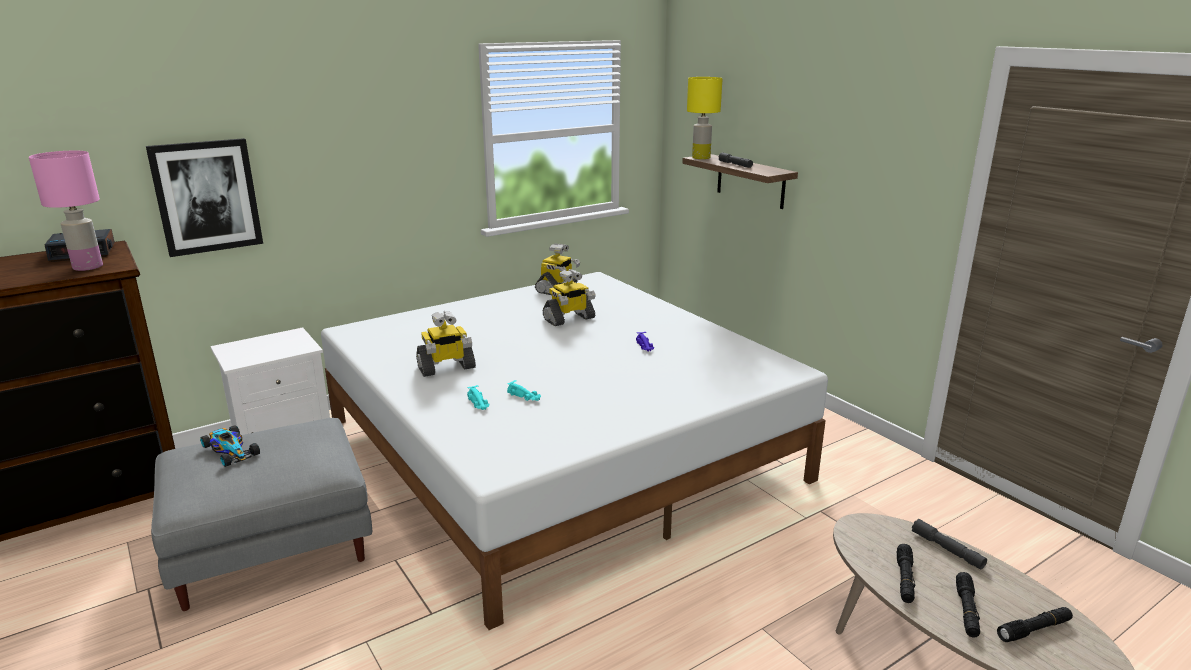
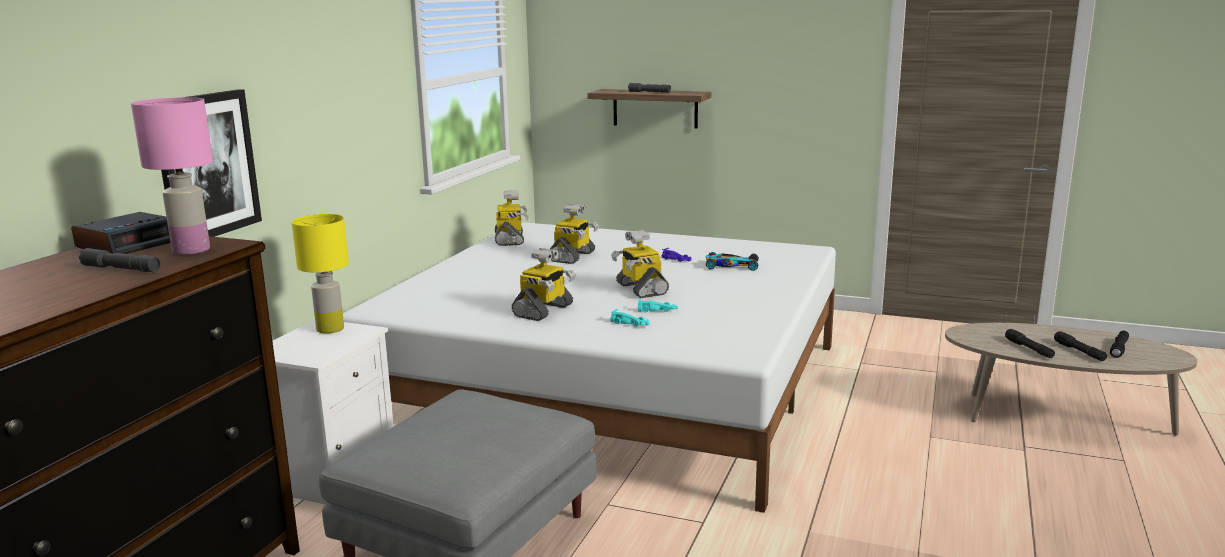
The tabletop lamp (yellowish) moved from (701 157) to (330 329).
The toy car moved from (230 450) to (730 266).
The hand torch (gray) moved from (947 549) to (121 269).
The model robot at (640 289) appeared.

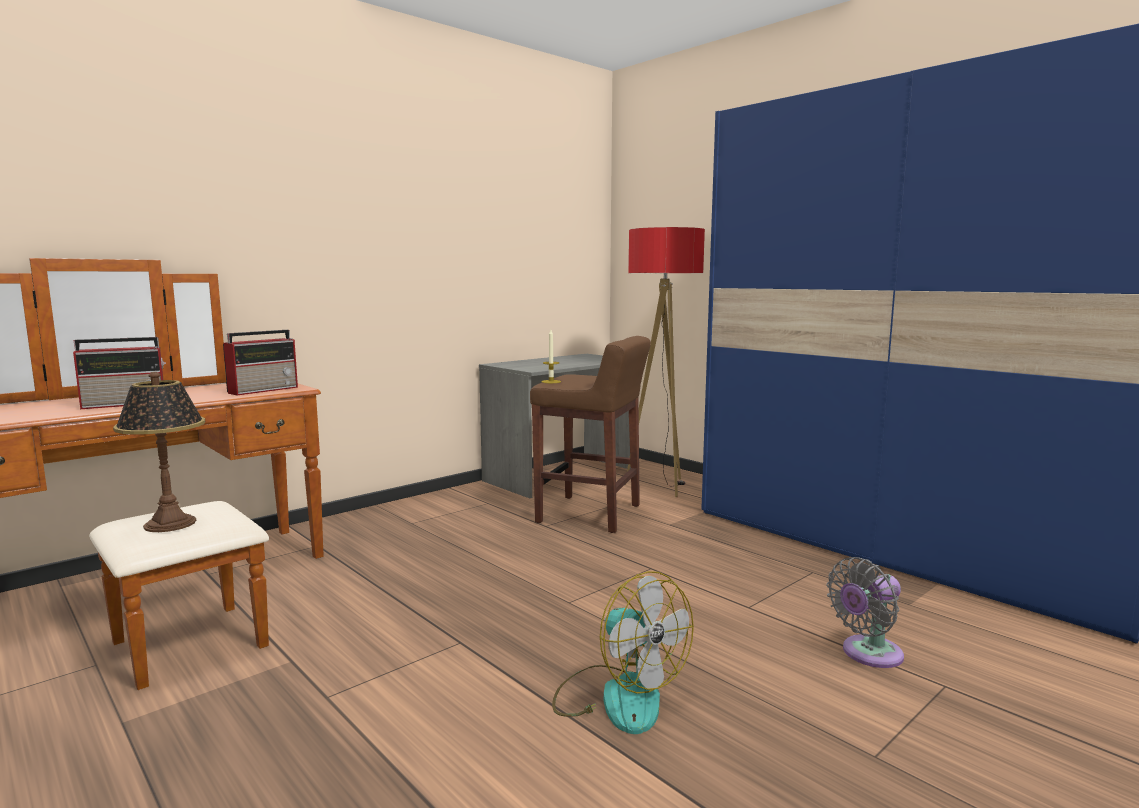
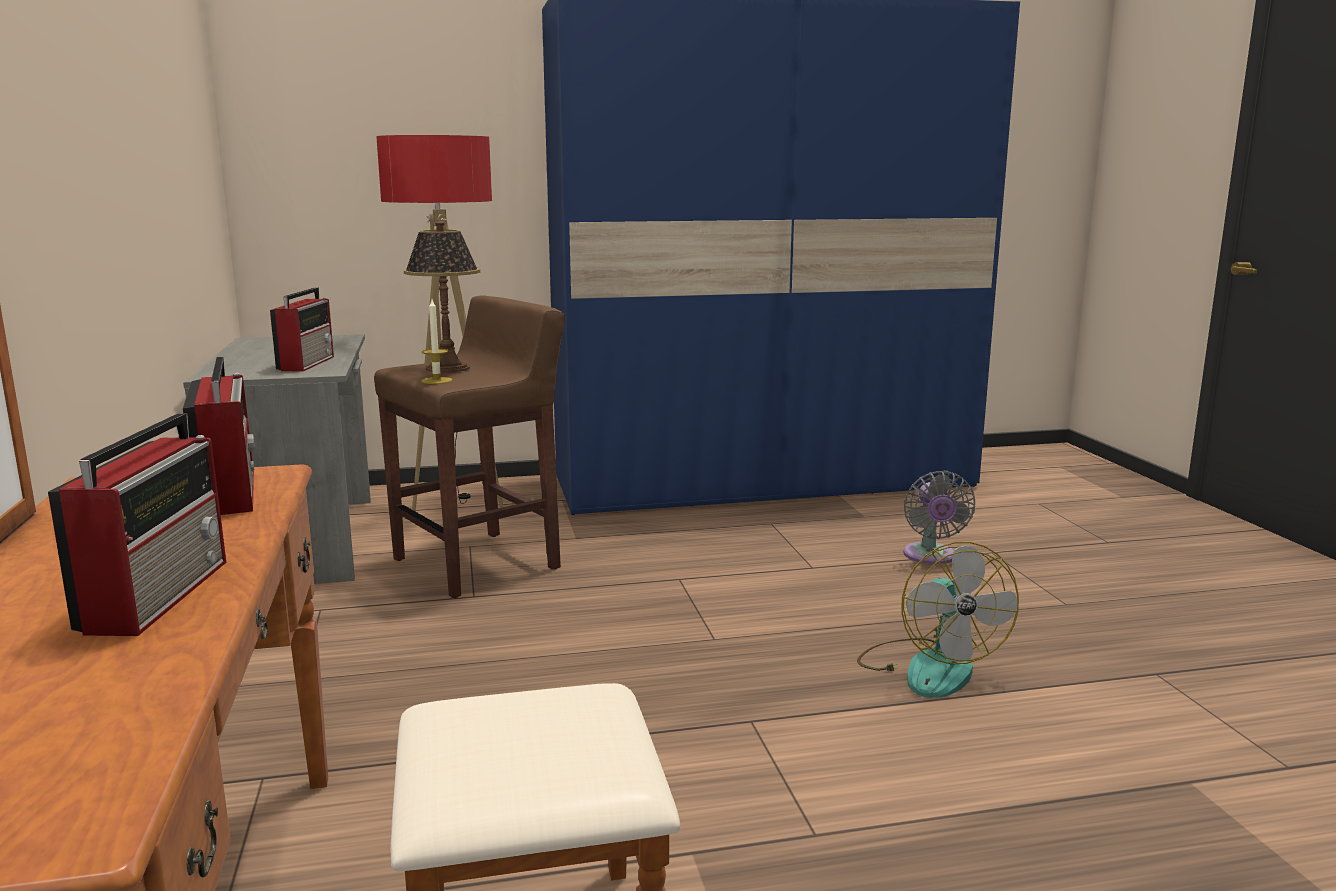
The tabletop lamp moved from (170 523) to (447 368).
The electric fan at (618 696) turned 90 degrees clockwise.
The radio receiver at (307 363) appeared.

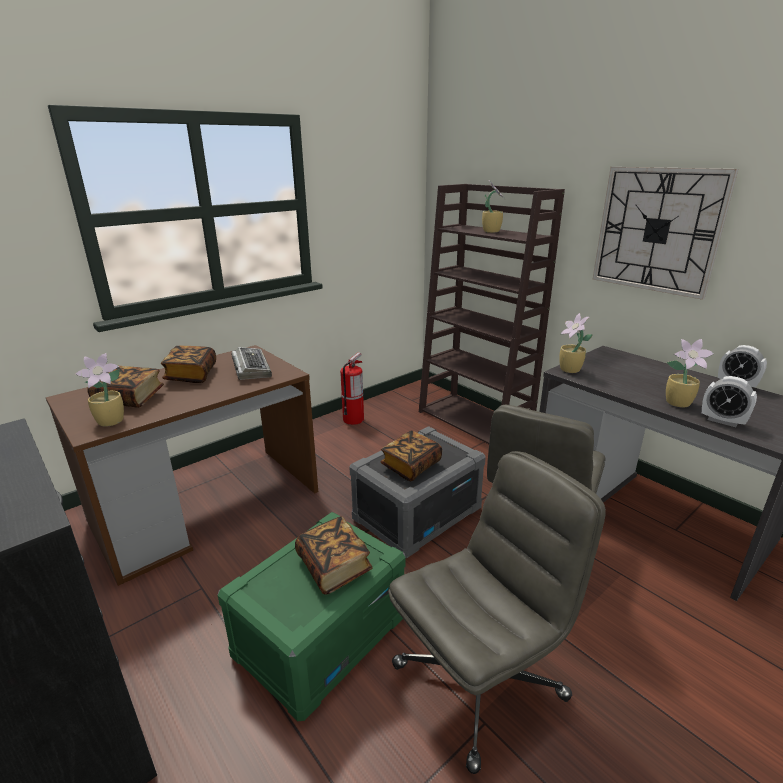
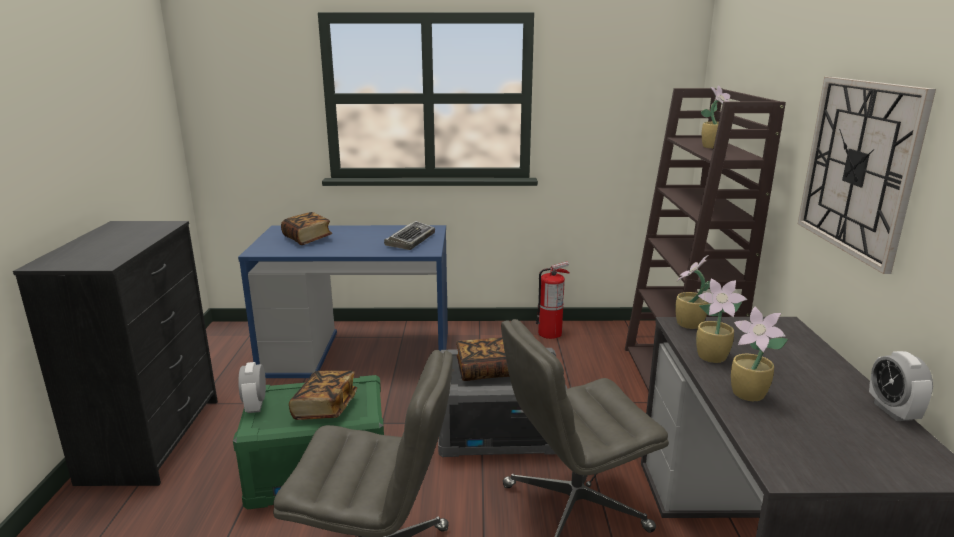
The desk table (brown) at (207 505) became the desk table (blue-coloured) at (359 353).
The book at (191 375) disappeared.
The plant in a pot moved from (112 421) to (713 358).
The table clock moved from (722 421) to (255 405).

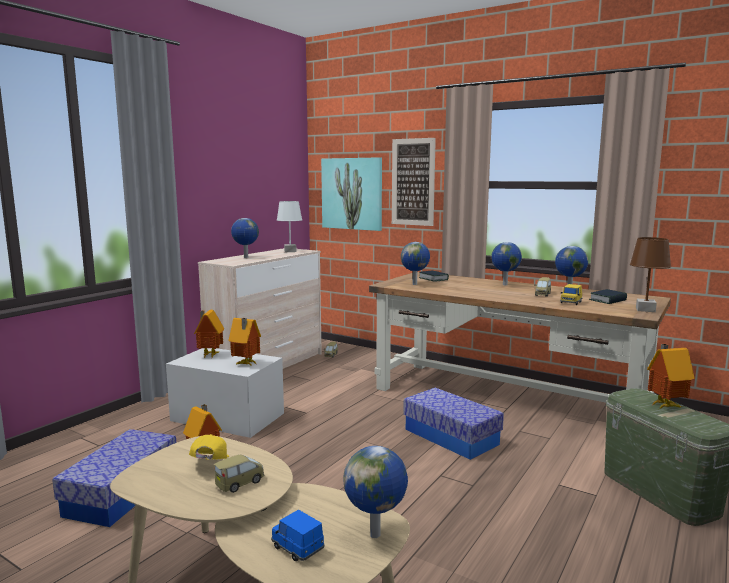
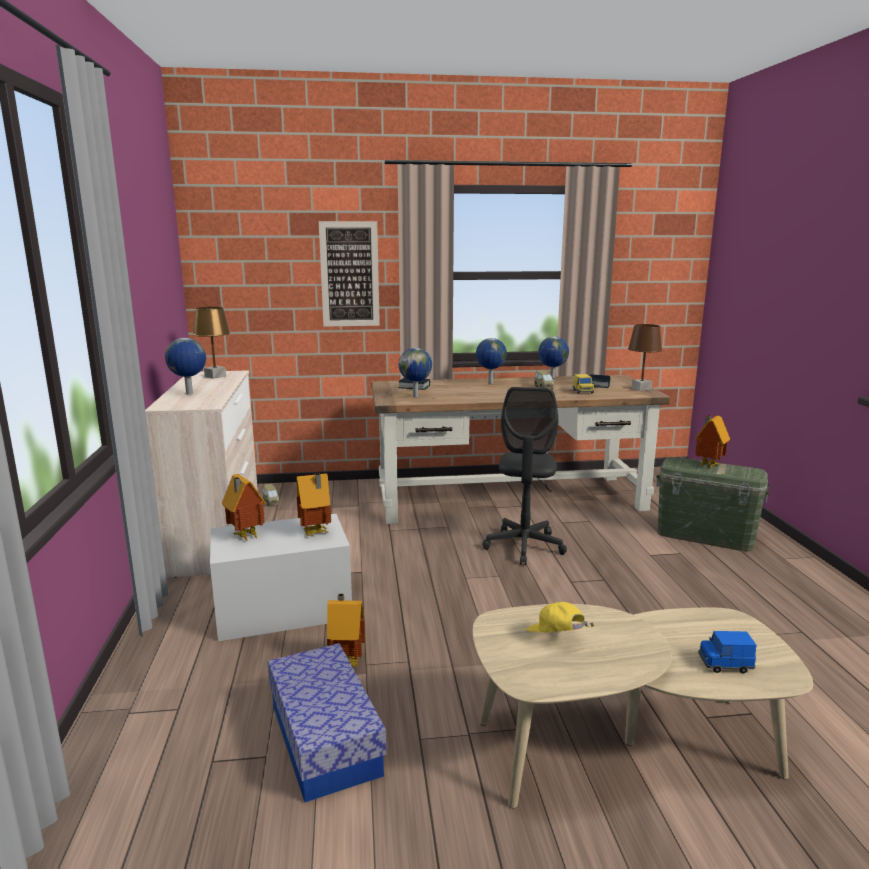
The wall picture at (352 193) disappeared.
The tabletop lamp (whitish) at (290 251) became the tabletop lamp (brown) at (215 376).
The storage container at (451 437) was replaced by the computer chair (gray) at (524 546).
The world globe at (376 535) disappeared.
The toy car at (240 483) disappeared.

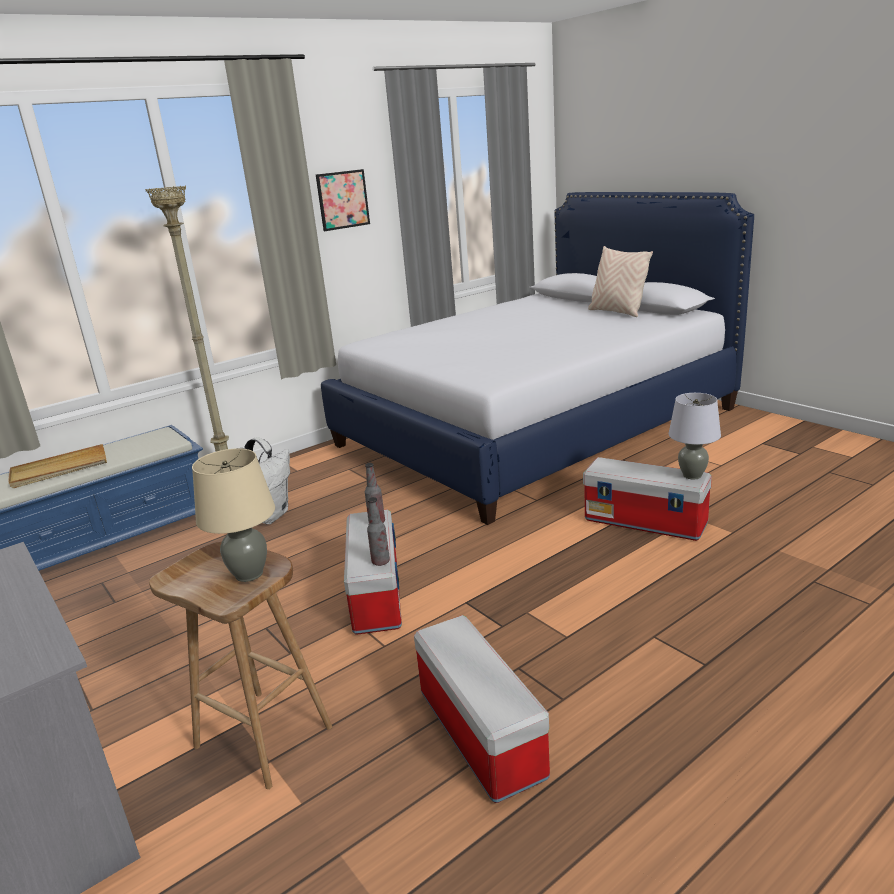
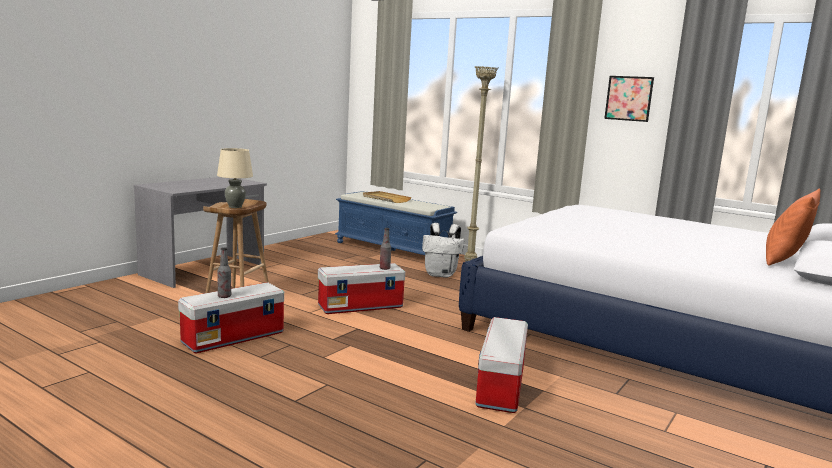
The pillow (beige) at (617 312) became the pillow (orange-coloured) at (784 261).
The tabletop lamp (gray) at (692 475) disappeared.
The beverage bottle moved from (380 562) to (224 296).

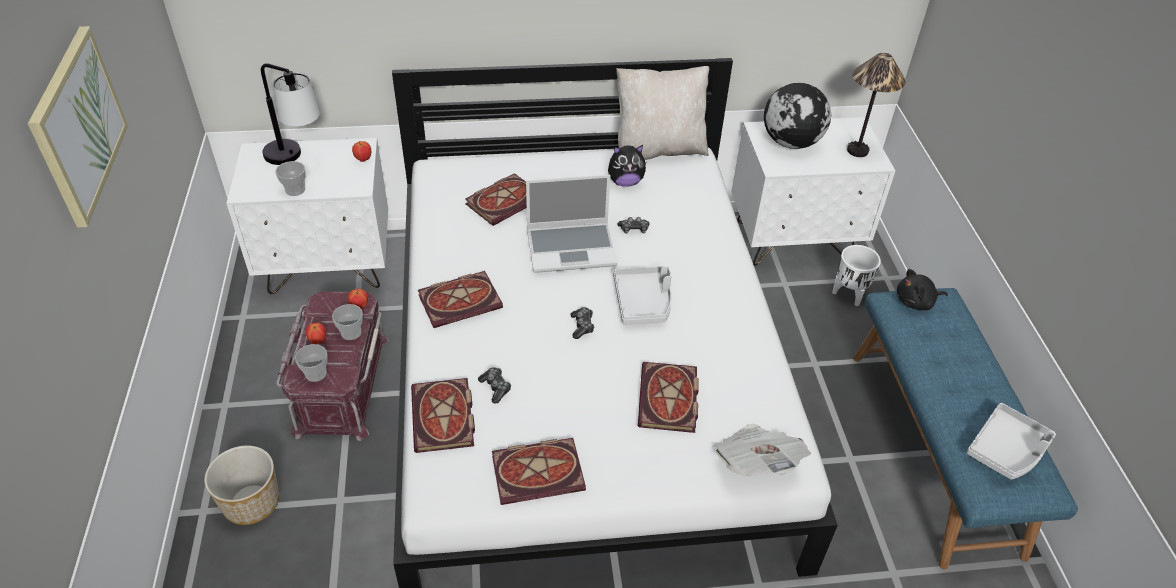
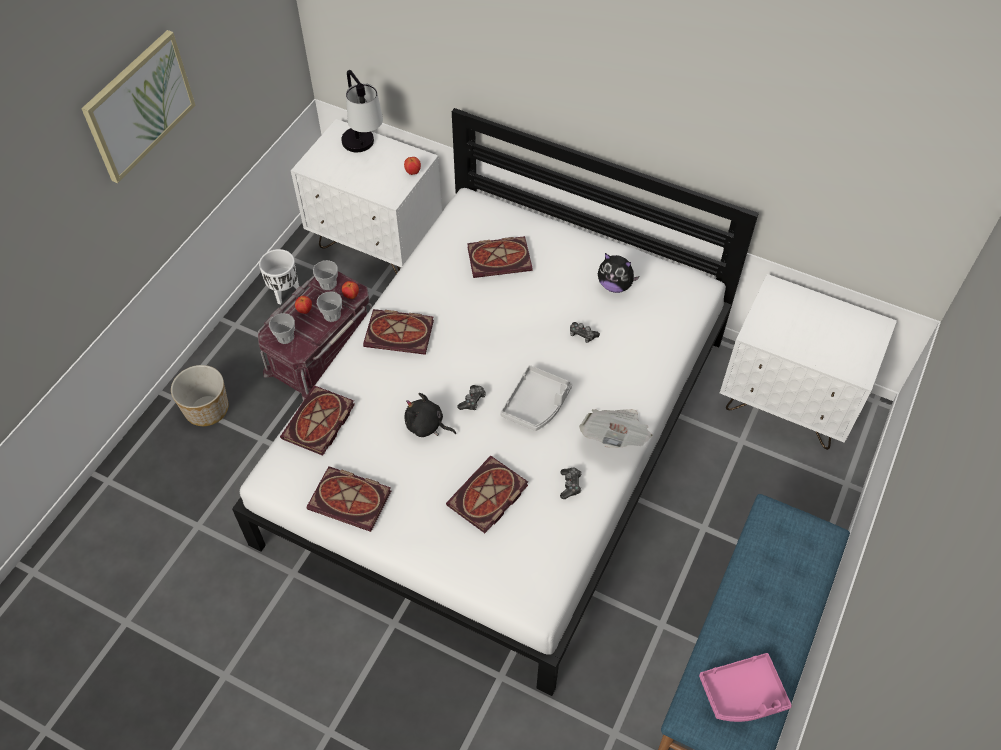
The tabletop lamp at (857 151) disappeared.
The pillow (beige) at (659 149) disappeared.
The world globe at (791 143) disappeared.
The small cup moved from (295 190) to (328 284).
The notebook computer at (572 248) disappeared.
The flower pot (whitish) moved from (849 294) to (285 293).
The soft toy (black-coloured) moved from (916 302) to (426 426).
The gamepad moved from (495 388) to (570 485).
The tray (gray) at (1007 450) became the tray (pink-coloured) at (743 694).
The daily paper moved from (756 463) to (615 437).

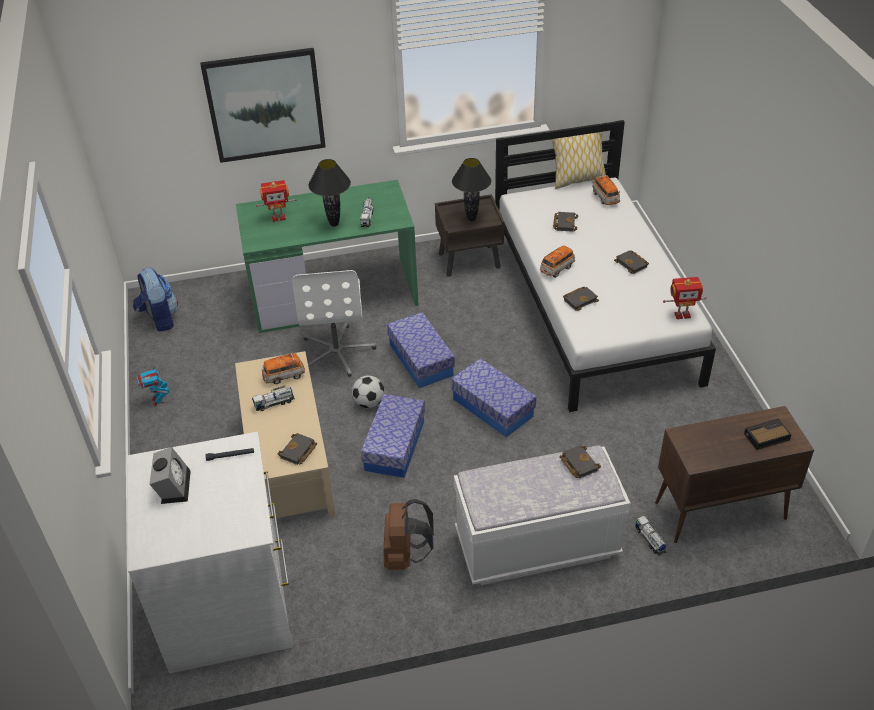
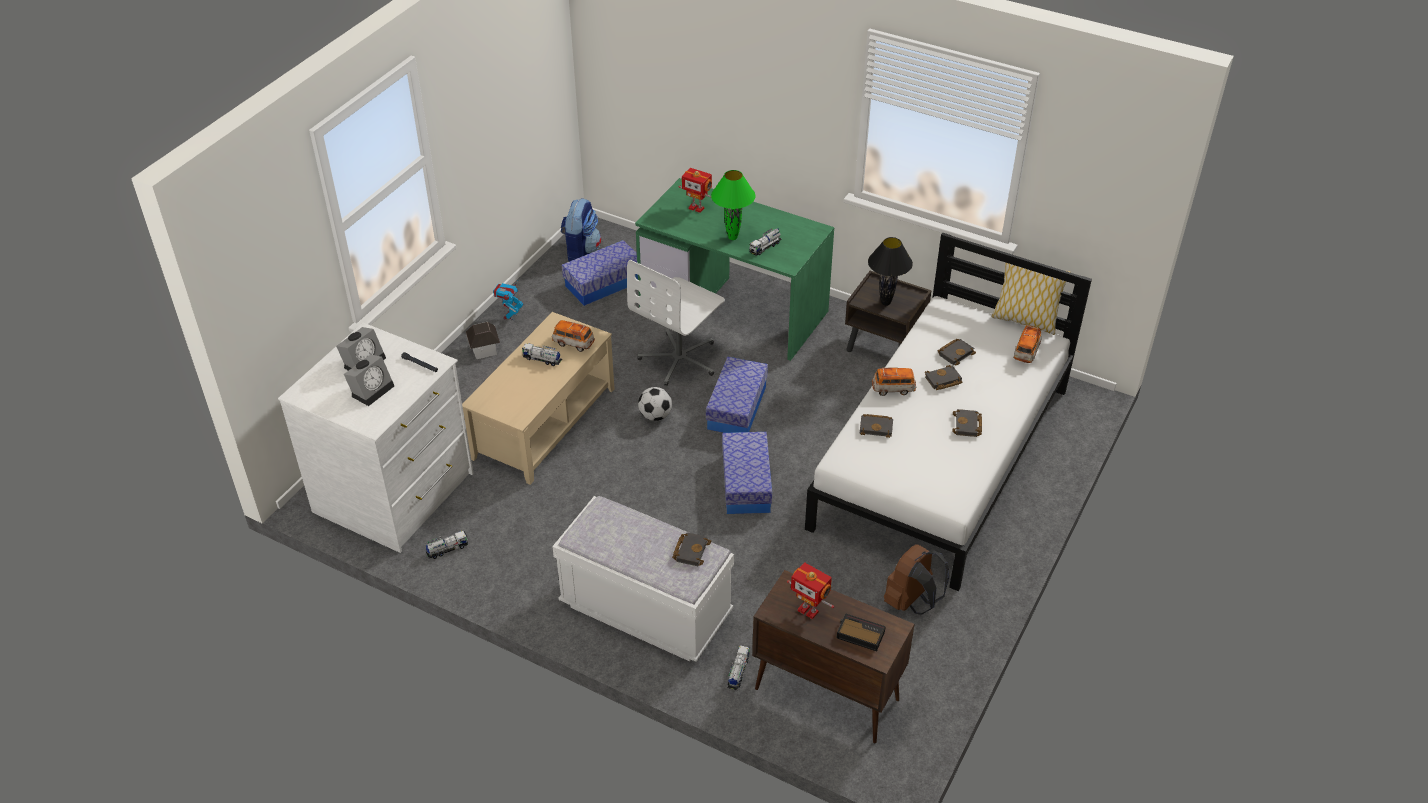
The wall picture at (265 105) disappeared.
The tabletop lamp (black-coloured) at (334 224) became the tabletop lamp (greenish) at (732 238).
The model robot moved from (682 315) to (809 610).
The storage container moved from (395 446) to (604 283).
The book (black-coloured) moved from (298 452) to (942 381).
The knapsack (brown) moved from (405 555) to (912 602).
The toy house at (484 349) appeared.
The table clock at (372 389) appeared.
The toy truck at (447 549) appeared.

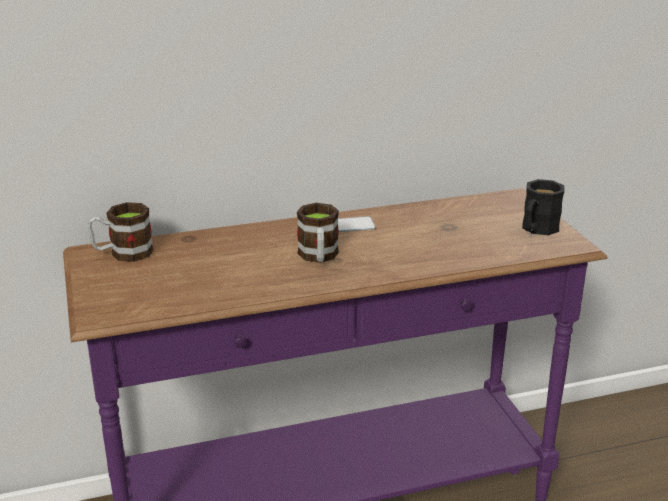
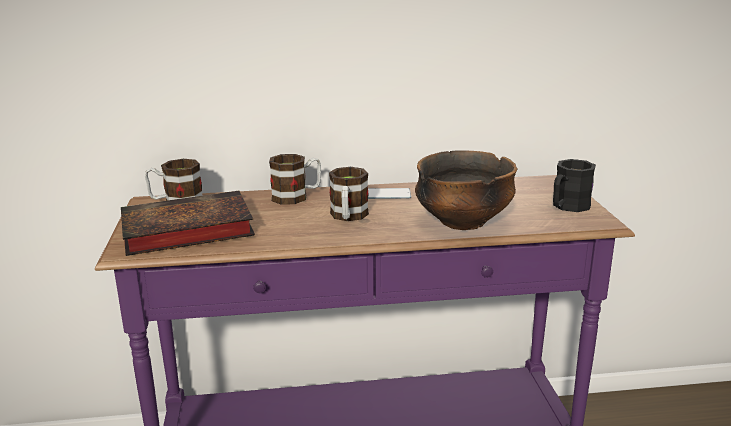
The serving bowl at (462 223) appeared.
The coffee mug at (297 196) appeared.
The book at (184 231) appeared.

